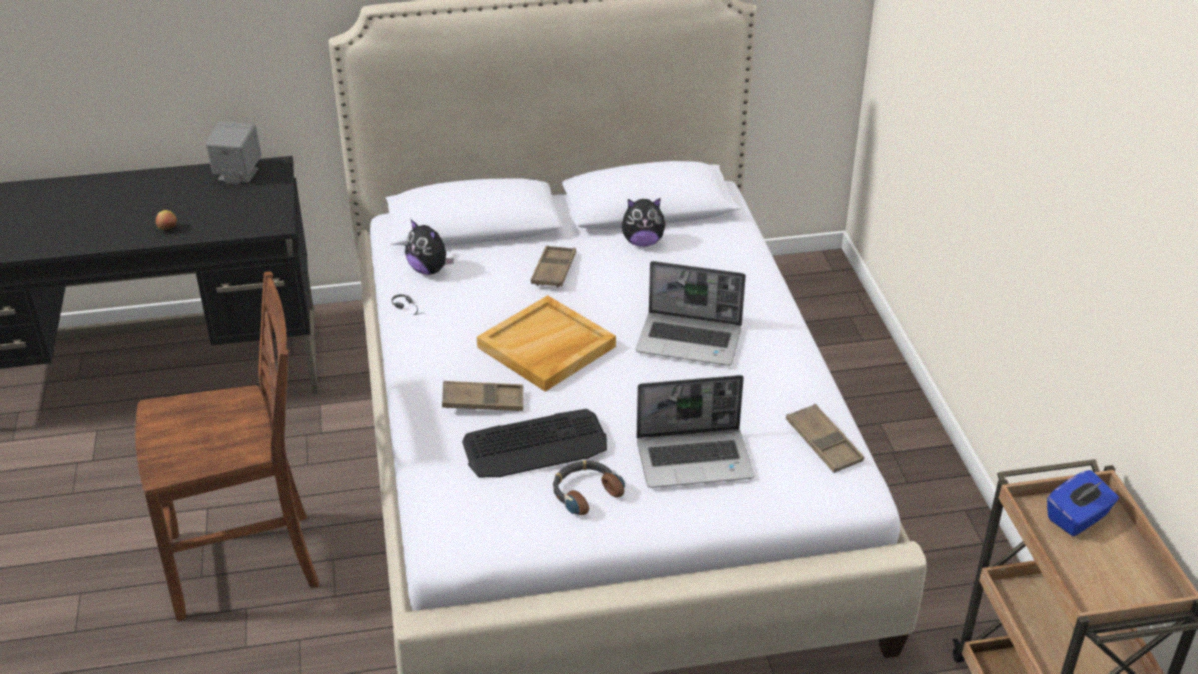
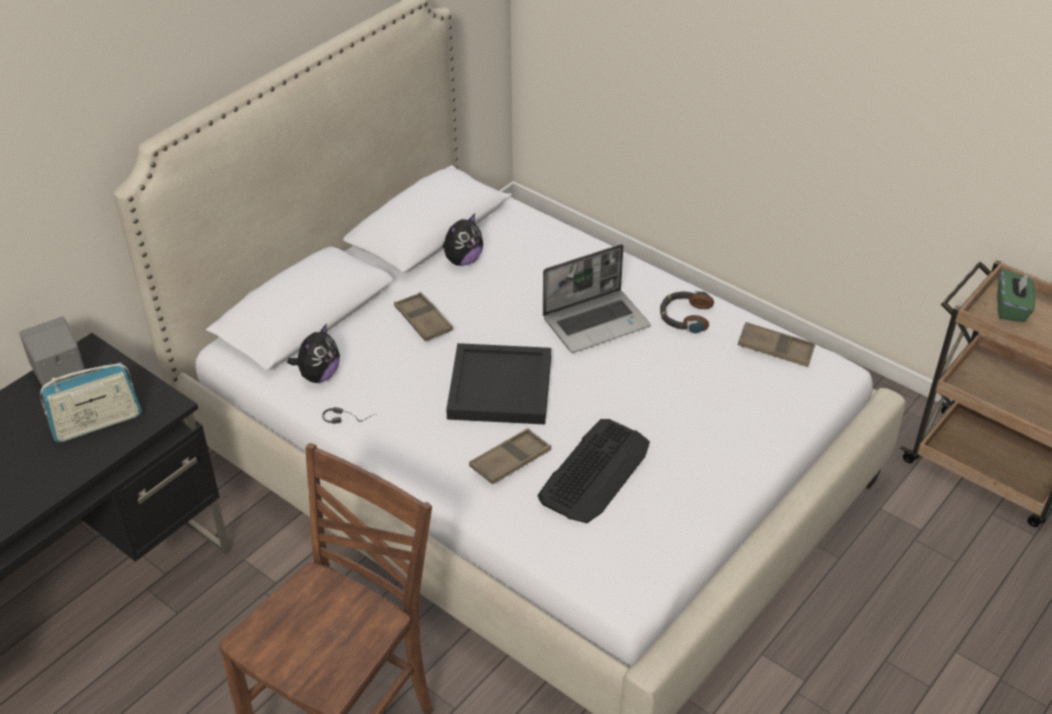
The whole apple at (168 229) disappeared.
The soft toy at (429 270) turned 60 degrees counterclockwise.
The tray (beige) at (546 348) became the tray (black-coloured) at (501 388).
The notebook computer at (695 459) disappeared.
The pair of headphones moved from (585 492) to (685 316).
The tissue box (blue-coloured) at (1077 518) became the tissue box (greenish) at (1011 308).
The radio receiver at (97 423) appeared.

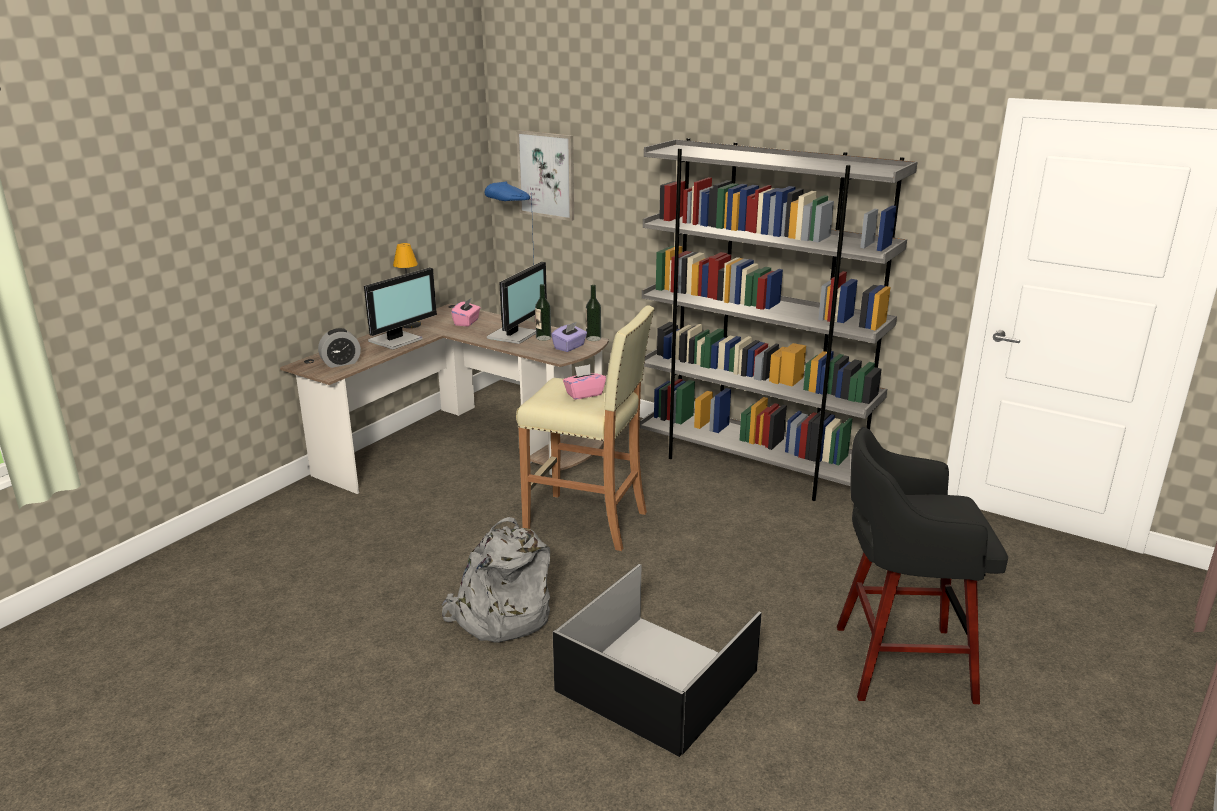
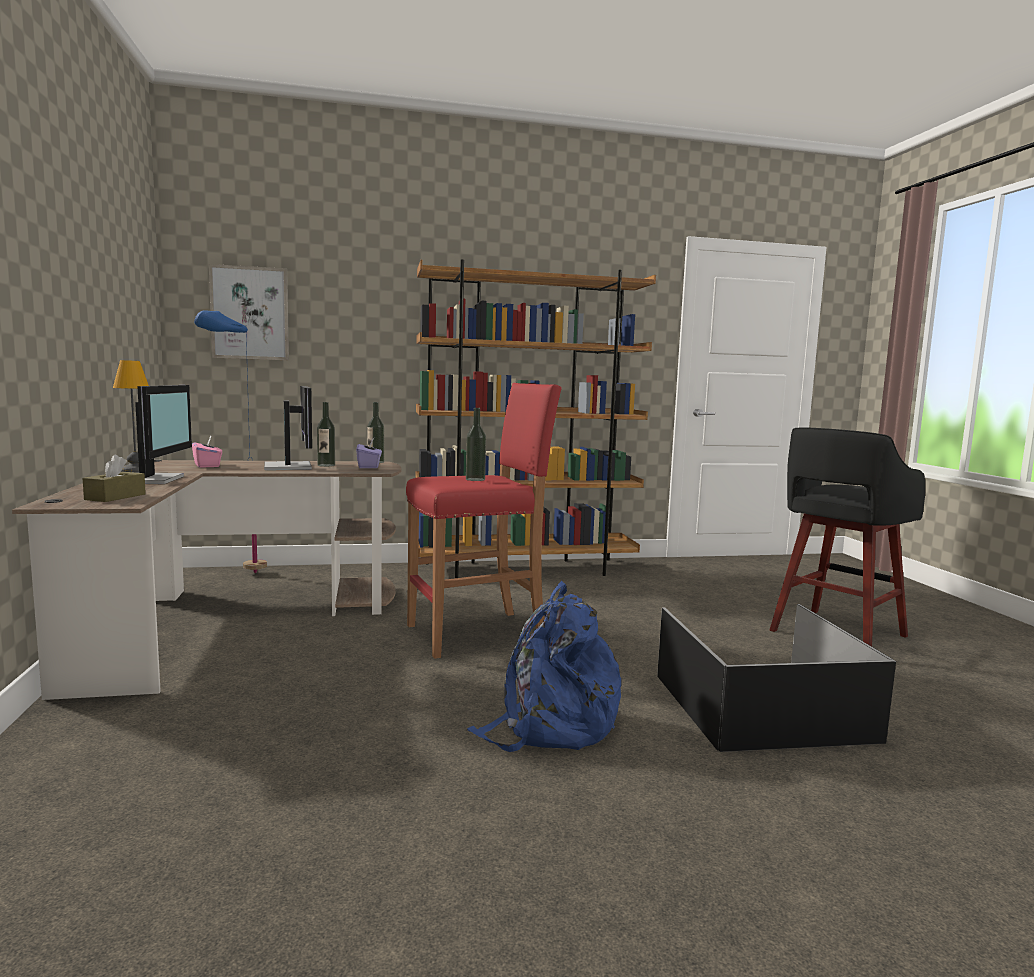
The shelving unit (gray) at (753 466) became the shelving unit (brown) at (526 569).
The stool seat (beige) at (587 522) became the stool seat (red-coloured) at (478 633).
The table clock at (341 363) was replaced by the tissue box (brown) at (115 497).
The tissue box (pink-coloured) at (584 394) was replaced by the beverage bottle at (475 479).
The knapsack (gray) at (500 616) became the knapsack (blue-coloured) at (551 724).

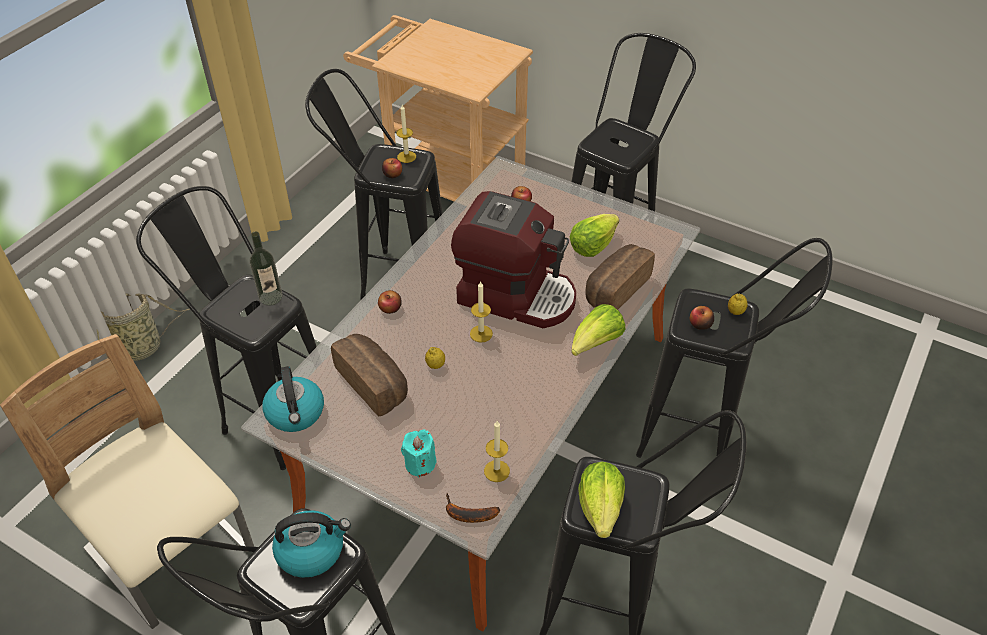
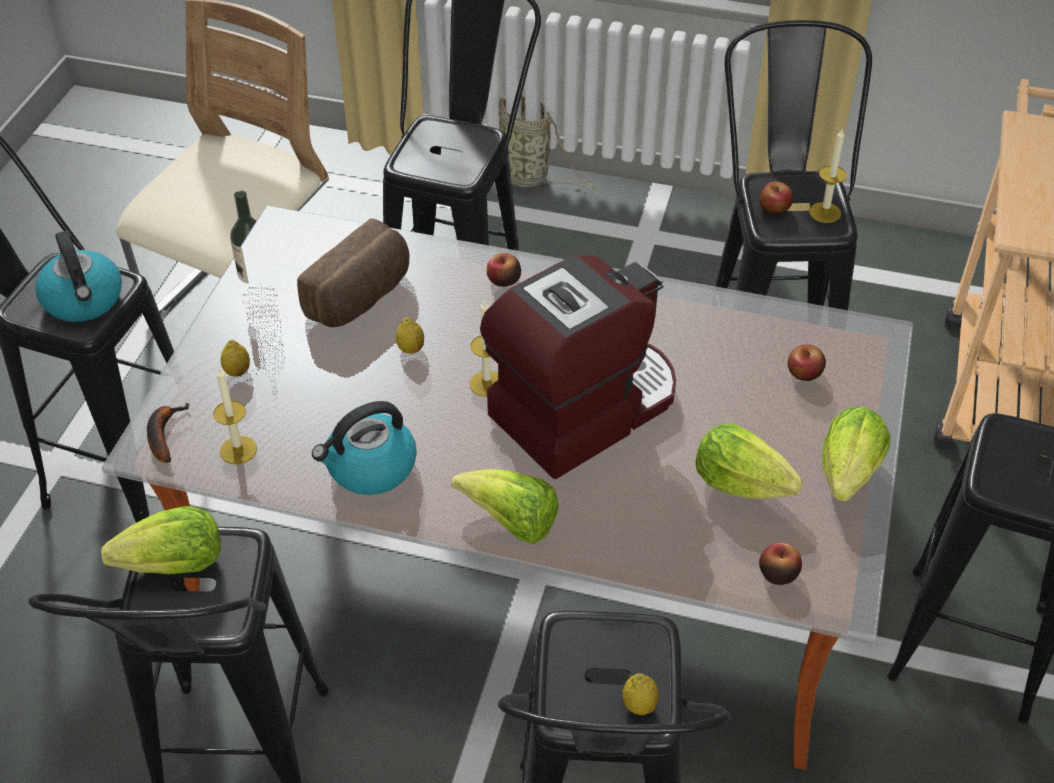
The coffee brewer at (516 295) turned 135 degrees counterclockwise.
The beverage bottle moved from (271 297) to (259 292).
The bread at (614 289) disappeared.
The whole apple moved from (700 324) to (778 573).
The kettle moved from (296 413) to (370 468).
The wax light (blue-green) at (420 463) was replaced by the whole lemon at (237 371).
The lettuce head at (849 472) appeared.

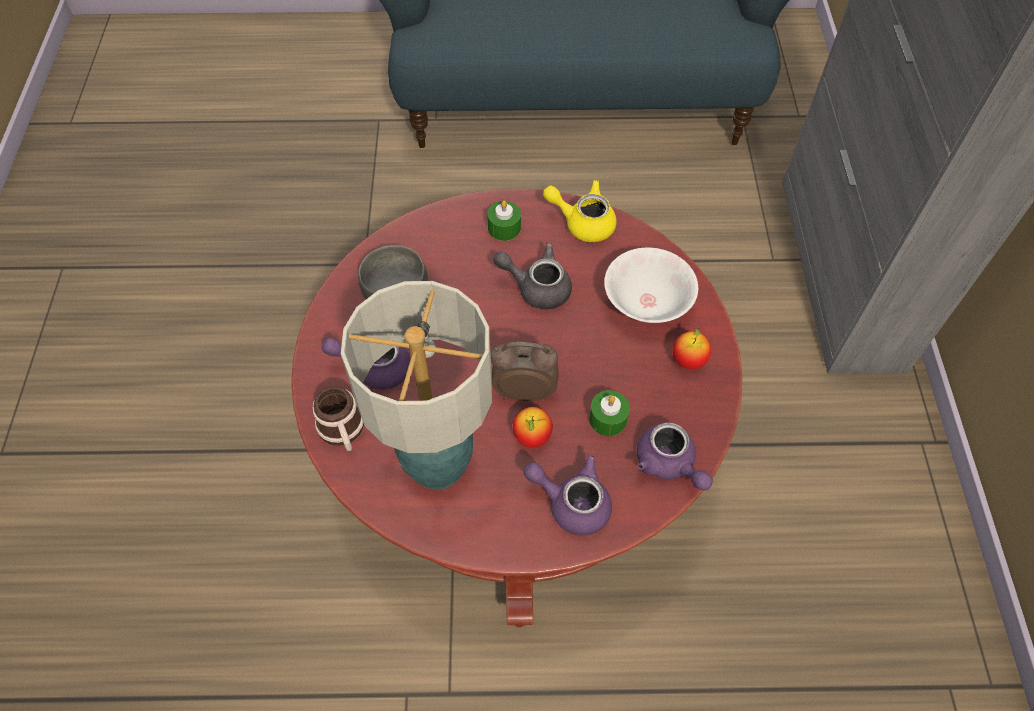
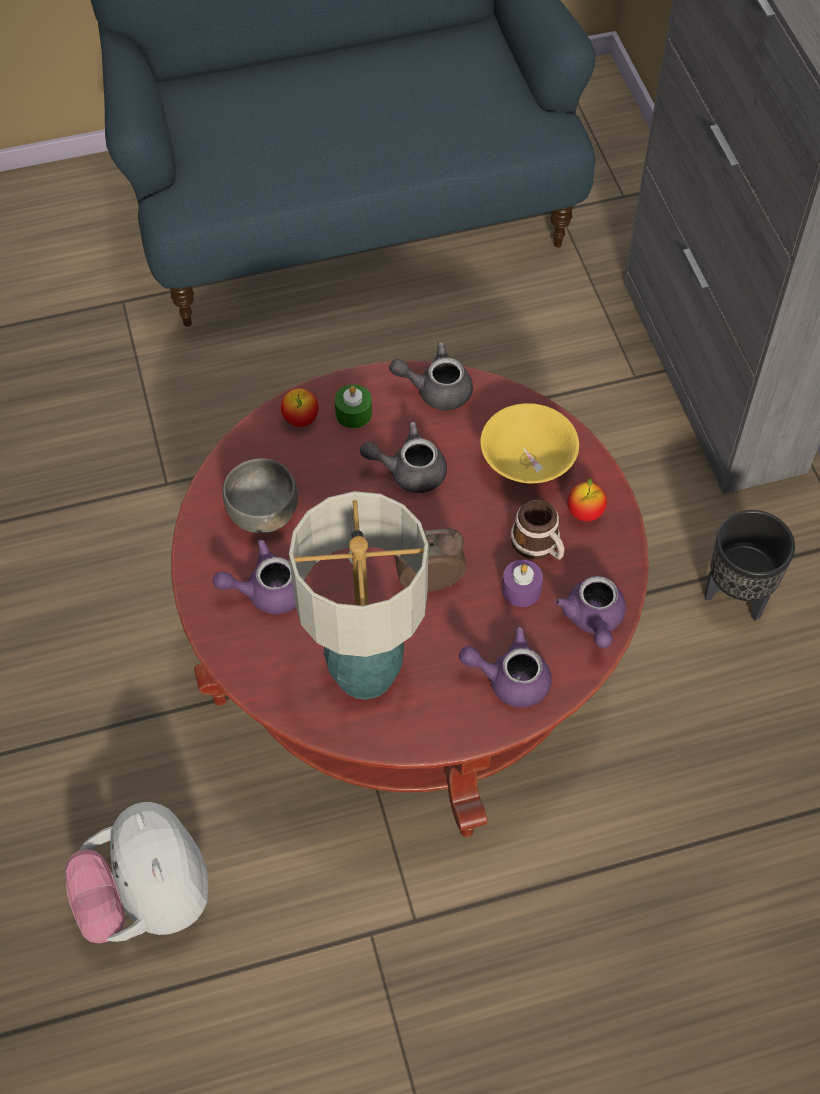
The tea pot (yellowish) at (583 222) became the tea pot (gray) at (436 390).
The serving bowl (whitish) at (646 304) became the serving bowl (yellowish) at (527 464).
The coffee mug moved from (343 431) to (539 545).
The wax light (greenish) at (608 419) became the wax light (purplish) at (521 590).
The whole apple moved from (532 436) to (300 419).
The tea pot (purplish) at (669 464) turned 45 degrees clockwise.
The flower pot (black-coloured) at (737 596) appeared.
The soft toy at (148 899) appeared.

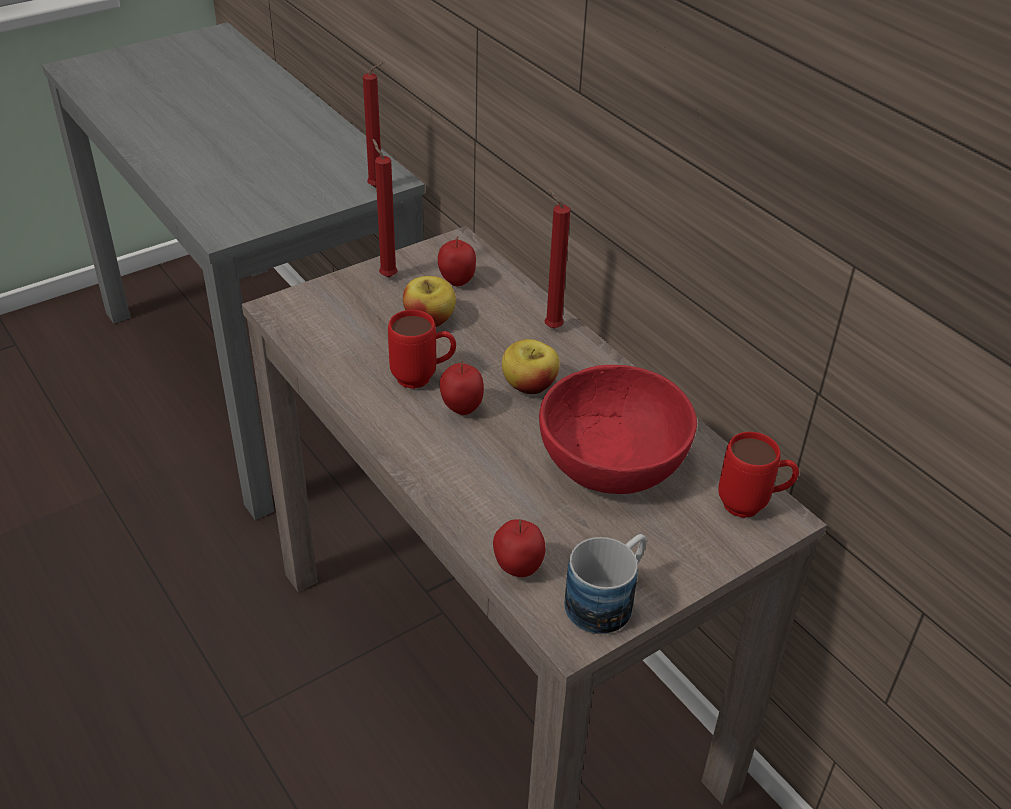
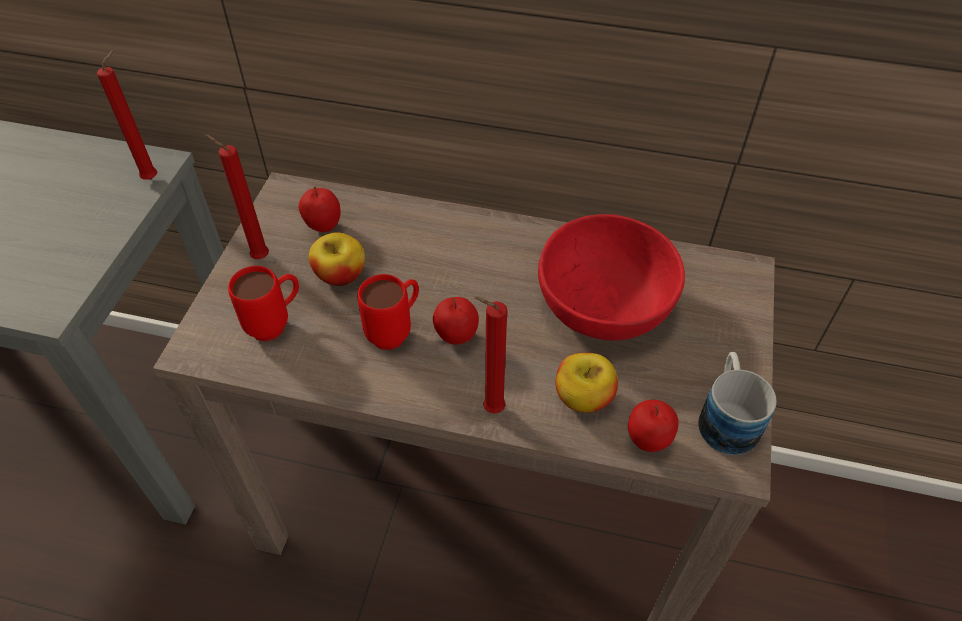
The wax light (red-coloured) moved from (551 327) to (490 409).
The whole apple moved from (529 385) to (583 397).
The coffee mug (red-coloured) moved from (752 506) to (276 324).

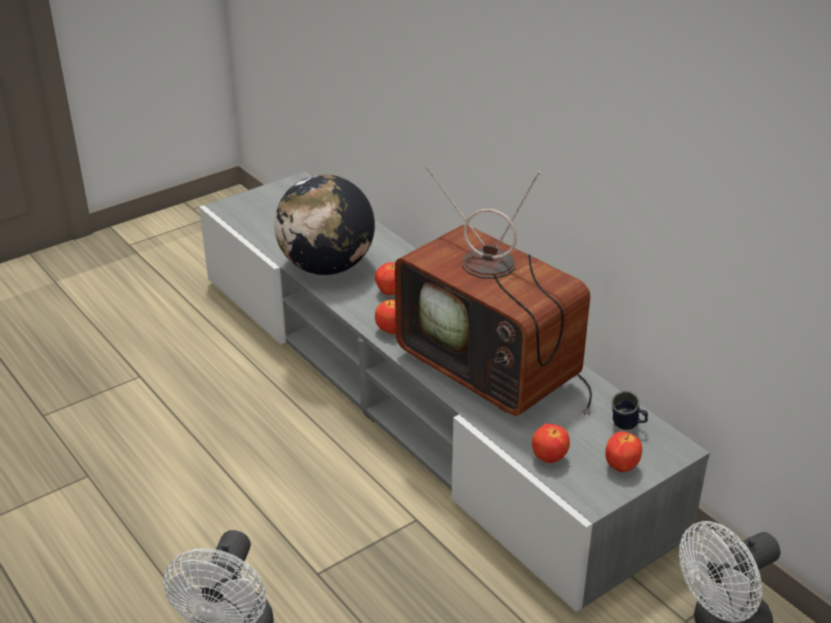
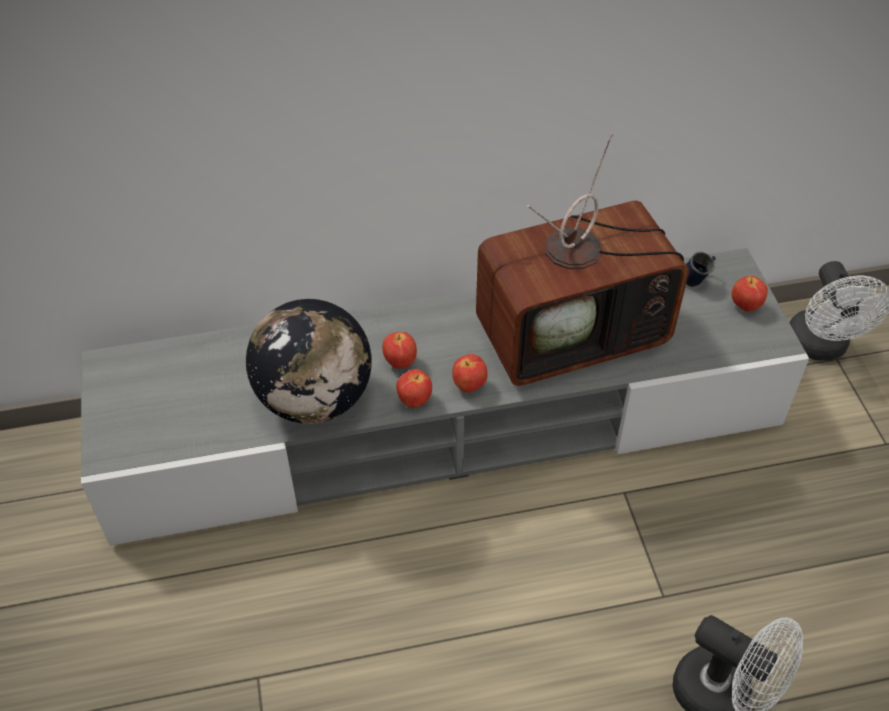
The whole apple moved from (549 458) to (414 400).

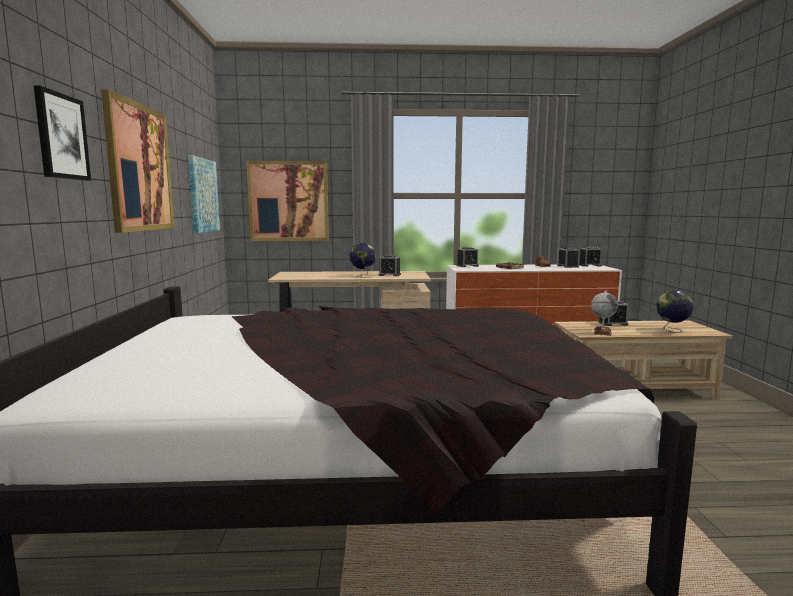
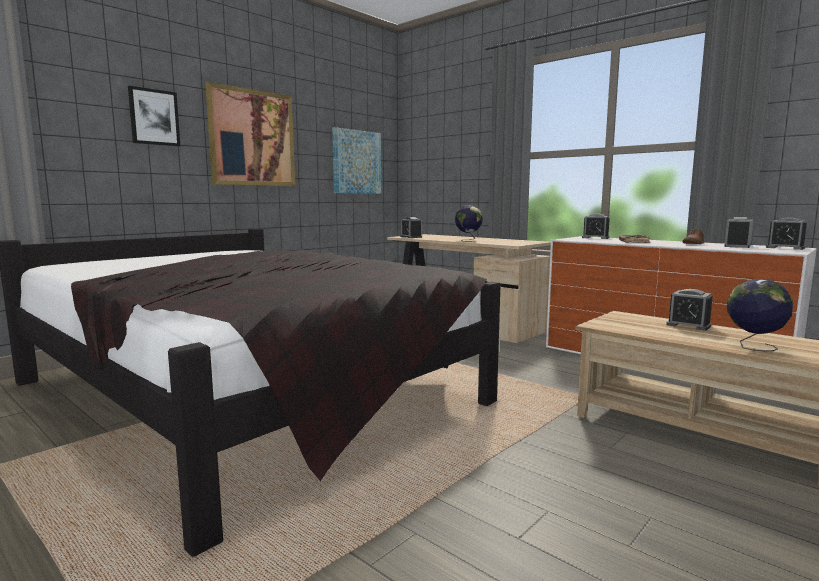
The wall picture at (288 201) disappeared.
The table clock moved from (389 275) to (411 237).
The world globe at (602 332) disappeared.

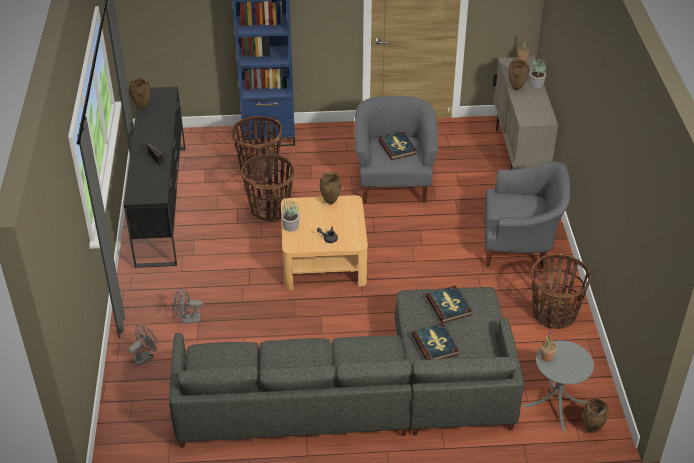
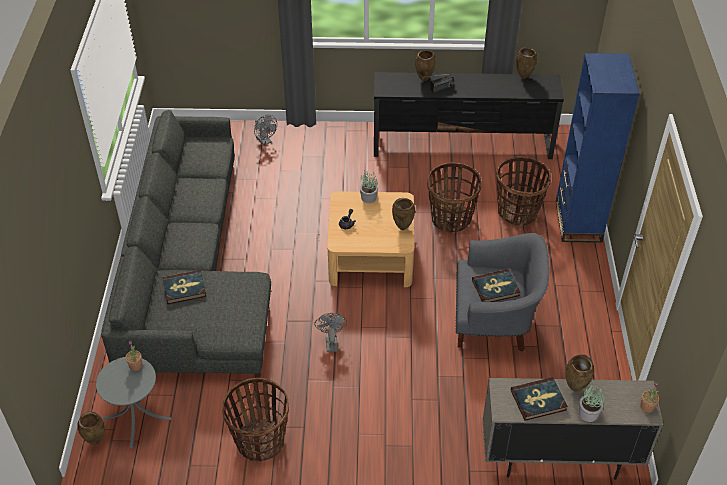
The armchair (gray) at (519 247) disappeared.
The book moved from (448 306) to (538 400).
The electric fan (gray) moved from (188 320) to (331 342).
The vase (brown) at (424 80) appeared.

